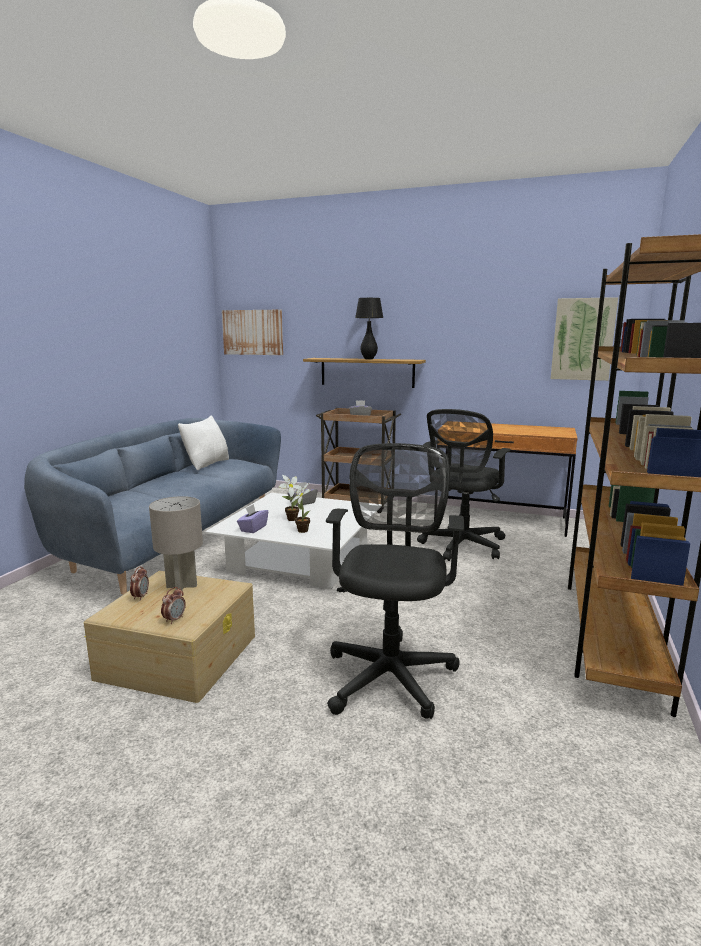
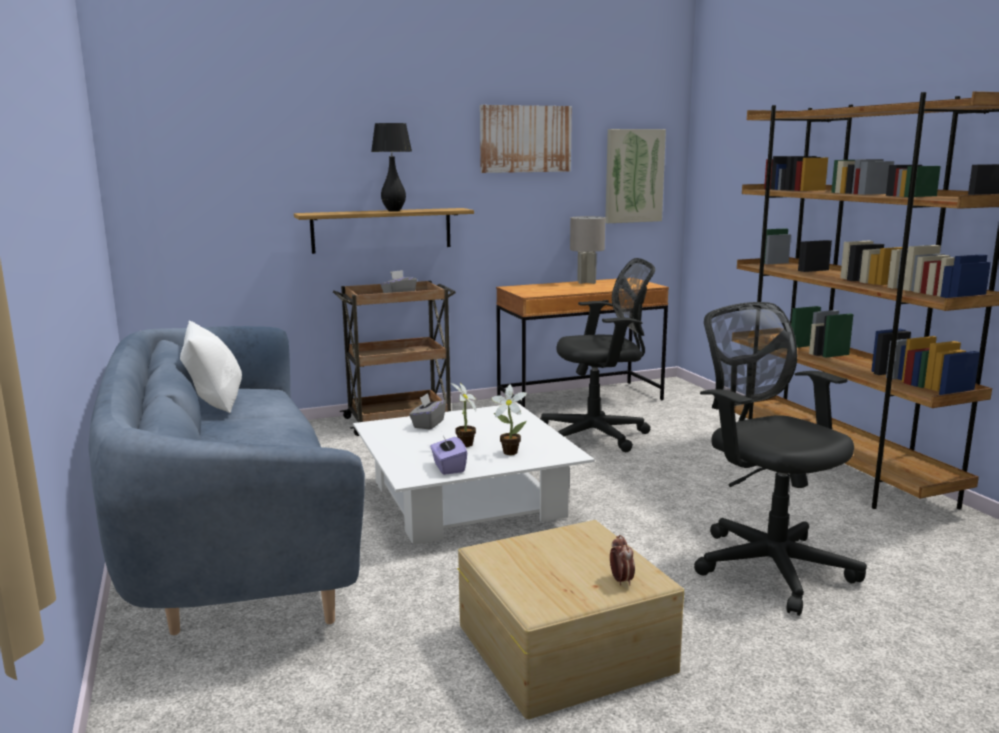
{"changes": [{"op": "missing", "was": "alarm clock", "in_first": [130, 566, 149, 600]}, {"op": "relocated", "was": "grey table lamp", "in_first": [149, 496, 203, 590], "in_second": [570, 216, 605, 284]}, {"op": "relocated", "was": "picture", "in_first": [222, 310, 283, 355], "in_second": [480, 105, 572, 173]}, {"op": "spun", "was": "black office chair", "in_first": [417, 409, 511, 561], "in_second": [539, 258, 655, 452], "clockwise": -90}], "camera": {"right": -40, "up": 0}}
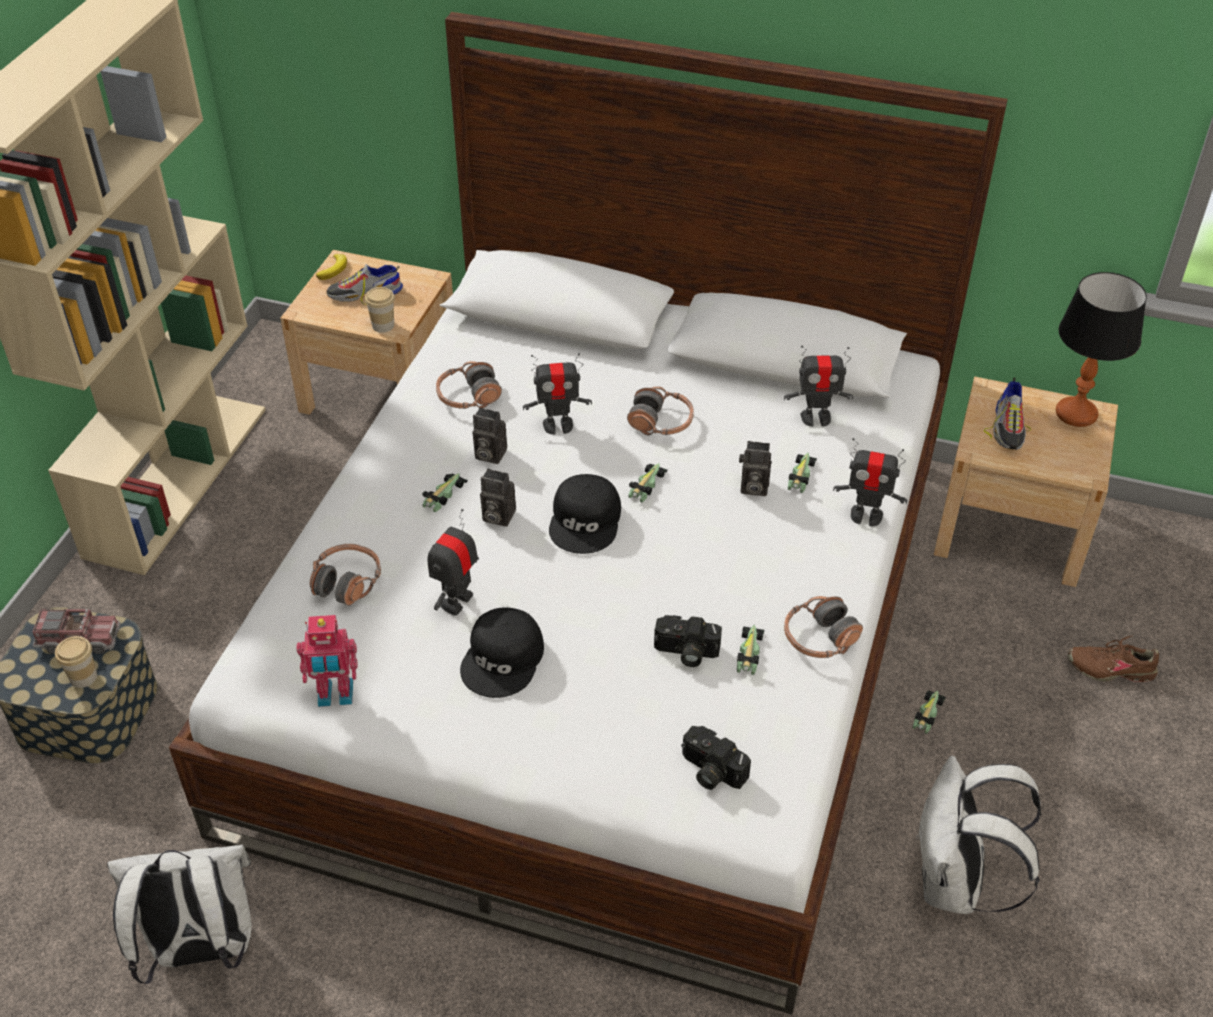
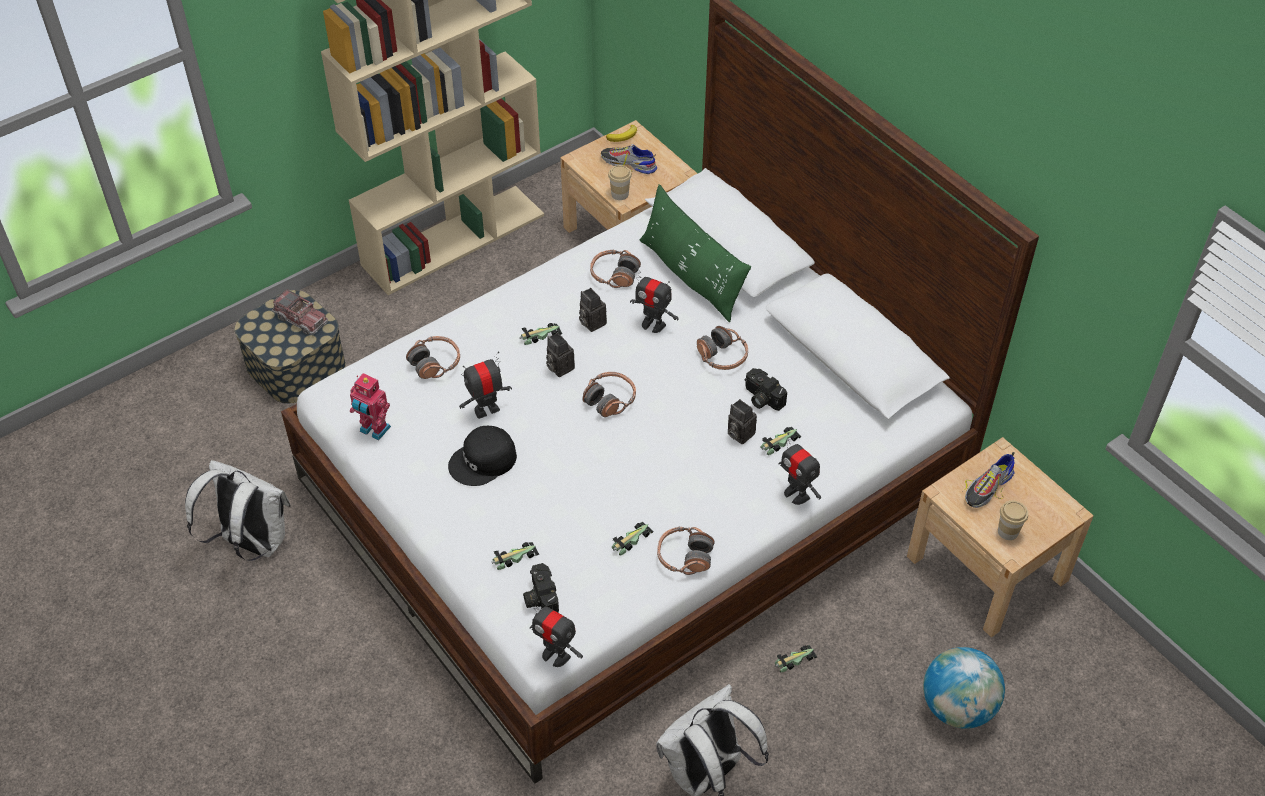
{"changes": [{"op": "missing", "was": "table lamp", "in_first": [1056, 272, 1147, 427]}, {"op": "appeared", "now": "green pillow", "in_second": [640, 184, 751, 323]}, {"op": "relocated", "was": "cup", "in_first": [55, 636, 97, 688], "in_second": [998, 501, 1028, 540]}, {"op": "relocated", "was": "toy car", "in_first": [629, 463, 668, 502], "in_second": [492, 542, 539, 570]}, {"op": "relocated", "was": "photo camera", "in_first": [654, 615, 722, 667], "in_second": [745, 368, 787, 411]}, {"op": "relocated", "was": "toy robot", "in_first": [784, 346, 853, 427], "in_second": [530, 599, 583, 667]}, {"op": "exchanged", "was": "black cap", "now": "headphones", "in_first": [549, 474, 621, 554], "in_second": [582, 372, 636, 417]}, {"op": "exchanged", "was": "brown shoe", "now": "globe", "in_first": [1068, 635, 1159, 682], "in_second": [923, 647, 1005, 729]}], "camera": {"right": 35, "up": 5}}
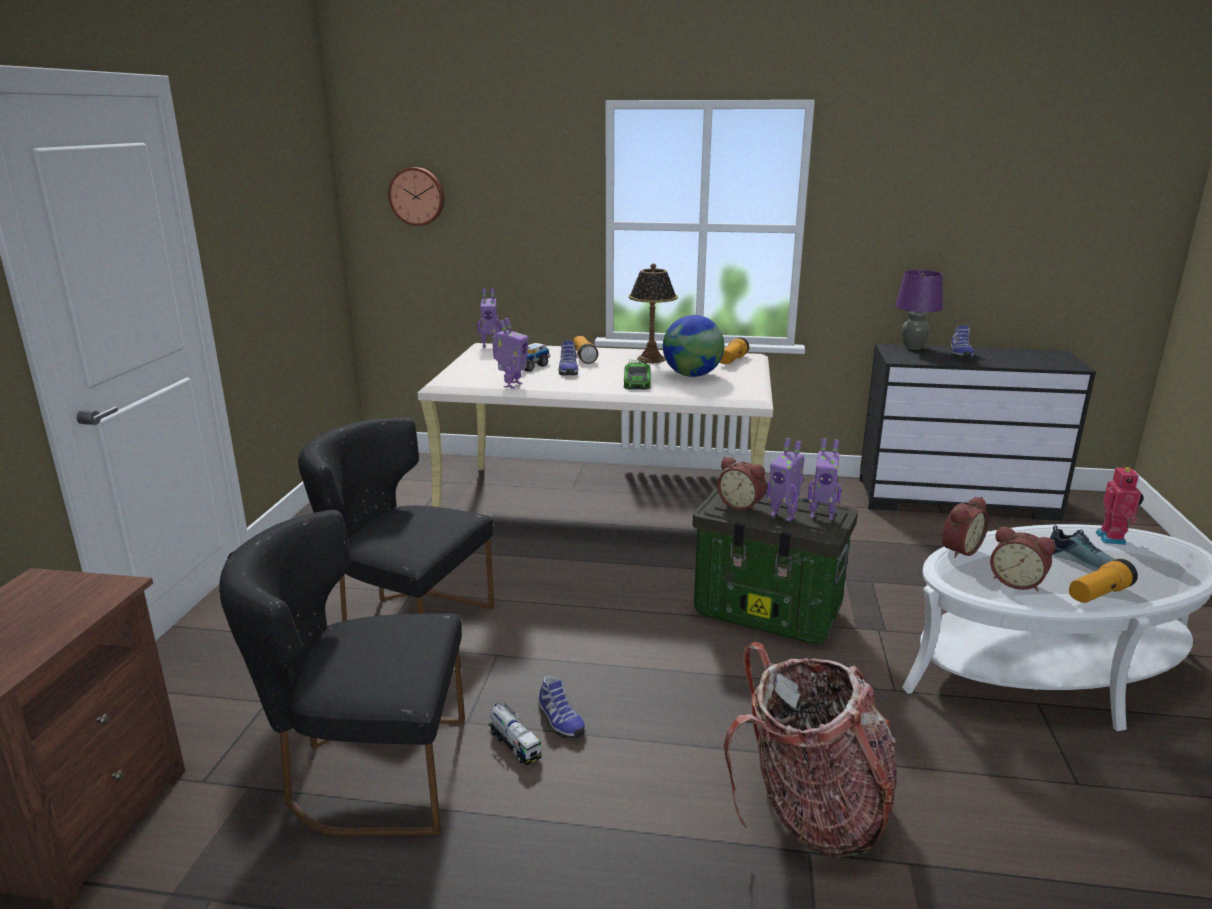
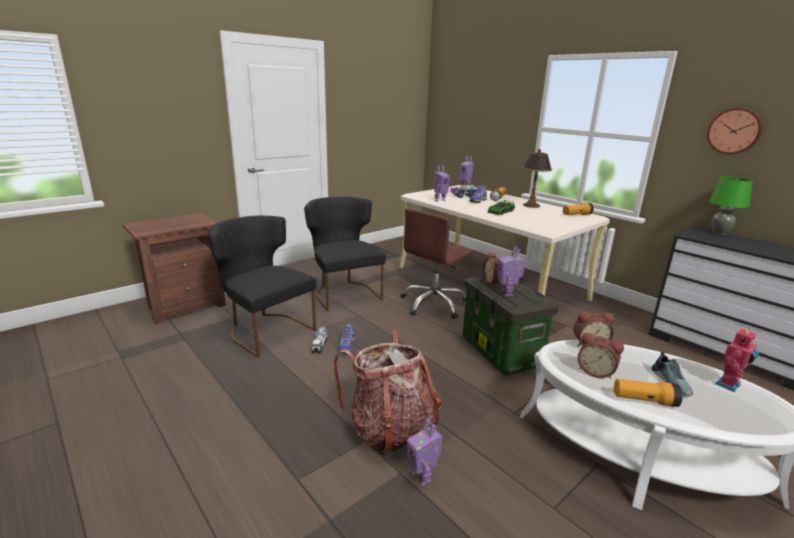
{"changes": [{"op": "missing", "was": "globe", "in_first": [663, 315, 724, 377]}, {"op": "missing", "was": "shoe", "in_first": [951, 325, 974, 359]}, {"op": "appeared", "now": "brown office chair", "in_second": [401, 208, 473, 319]}, {"op": "relocated", "was": "wall clock", "in_first": [388, 167, 444, 226], "in_second": [707, 108, 763, 154]}, {"op": "relocated", "was": "toy robot", "in_first": [808, 438, 841, 520], "in_second": [407, 418, 443, 486]}, {"op": "colour", "was": "purple table lamp", "now": "green table lamp", "in_first": [895, 270, 943, 350], "in_second": [709, 176, 753, 235]}, {"op": "spun", "was": "alarm clock", "in_first": [990, 526, 1056, 592], "in_second": [578, 332, 624, 379], "clockwise": -45}], "camera": {"right": 40, "up": 0}}
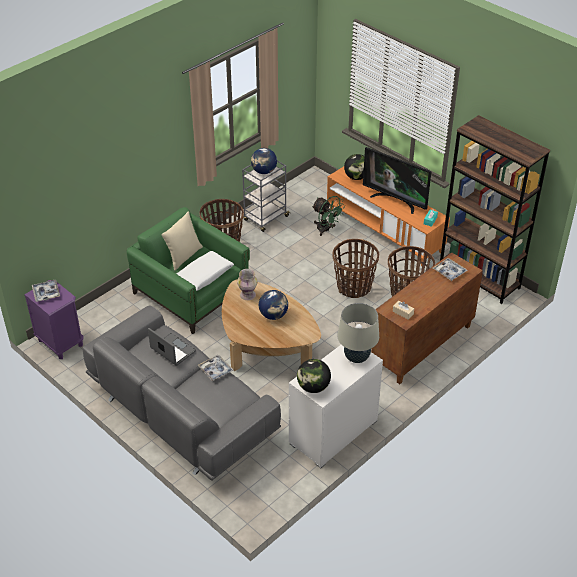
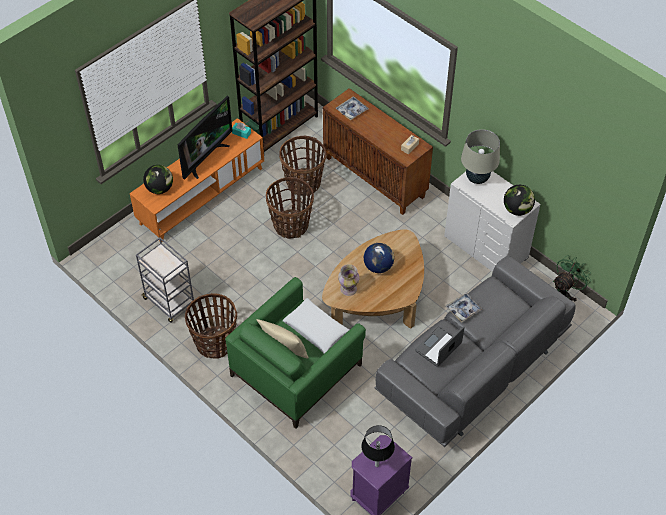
{"changes": [{"op": "missing", "was": "globe", "in_first": [251, 148, 277, 174]}, {"op": "relocated", "was": "green fan", "in_first": [312, 196, 345, 236], "in_second": [553, 255, 591, 301]}, {"op": "exchanged", "was": "tray", "now": "black table lamp", "in_first": [32, 280, 60, 302], "in_second": [361, 425, 395, 467]}], "camera": {"right": -90, "up": 10}}
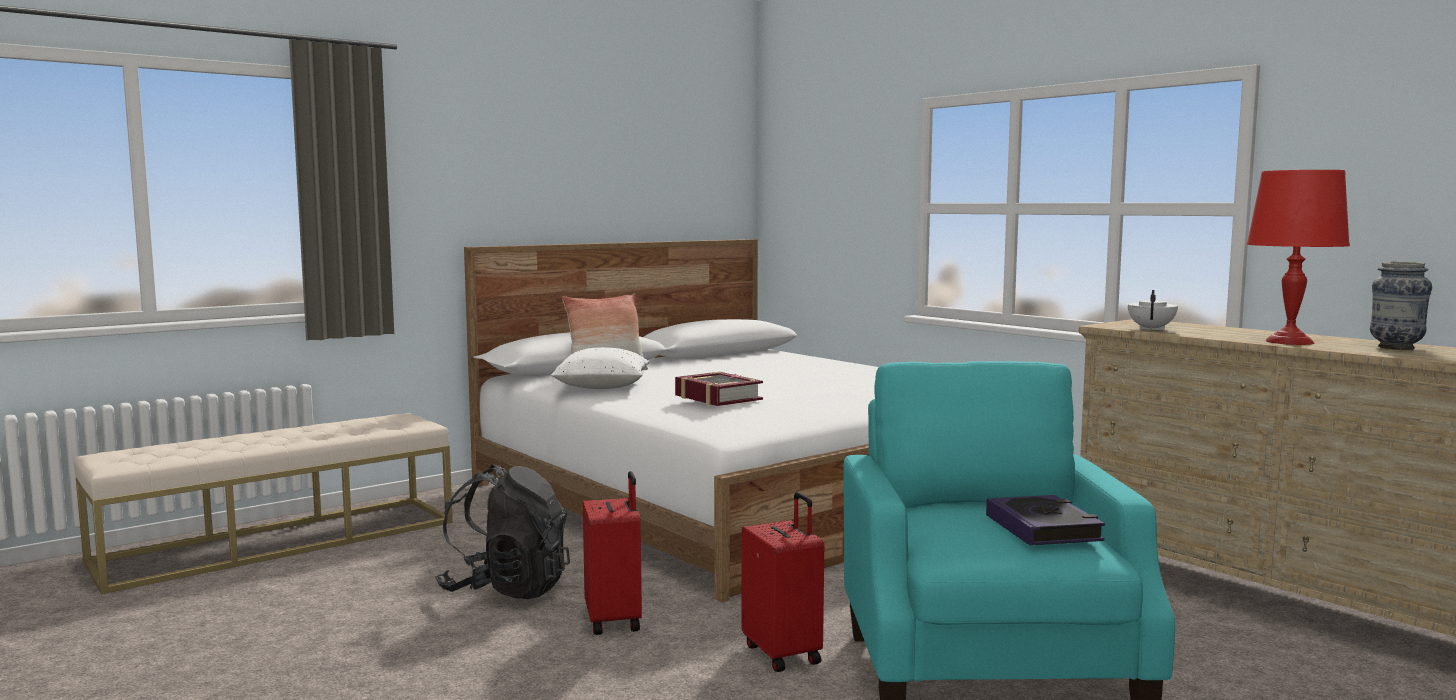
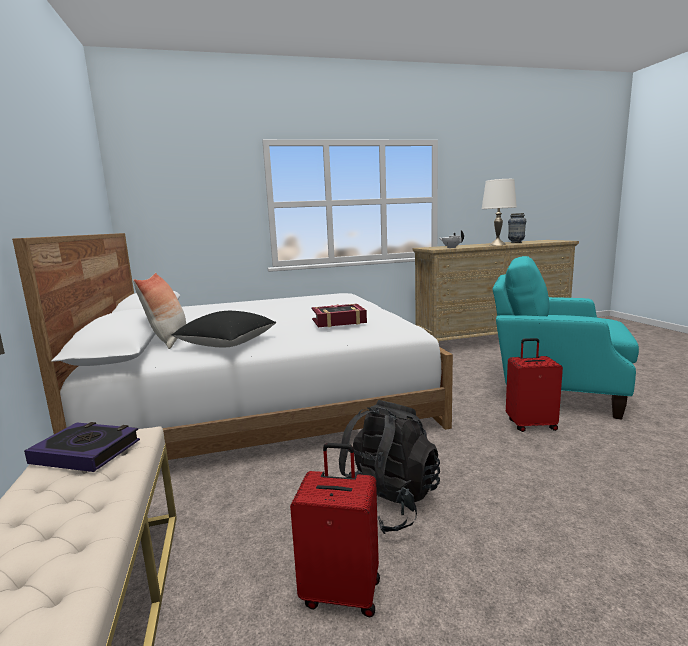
{"changes": [{"op": "relocated", "was": "red suitcase", "in_first": [583, 471, 642, 635], "in_second": [290, 443, 380, 617]}, {"op": "relocated", "was": "book", "in_first": [986, 495, 1105, 545], "in_second": [24, 422, 140, 472]}, {"op": "colour", "was": "white pillow", "now": "black pillow", "in_first": [551, 347, 649, 389], "in_second": [171, 311, 276, 347]}, {"op": "colour", "was": "red table lamp", "now": "white table lamp", "in_first": [1247, 170, 1350, 345], "in_second": [481, 179, 517, 245]}], "camera": {"right": -65, "up": 5}}
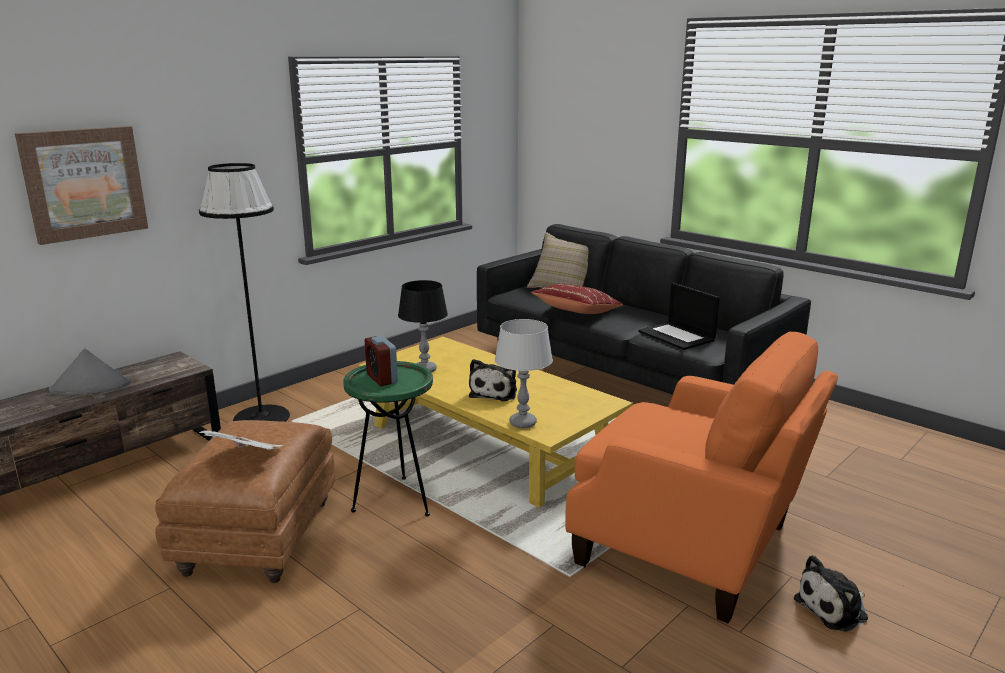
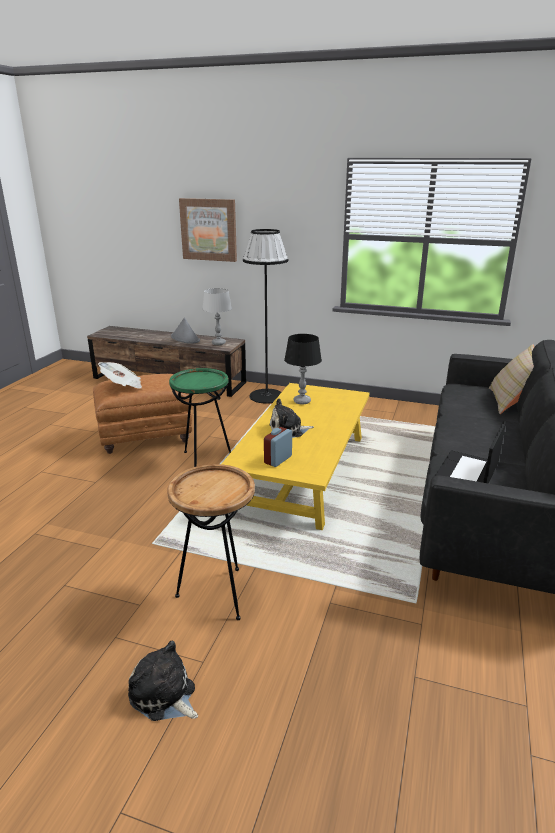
{"changes": [{"op": "missing", "was": "red pillow", "in_first": [531, 284, 624, 314]}, {"op": "relocated", "was": "alarm clock", "in_first": [365, 335, 398, 386], "in_second": [264, 427, 292, 467]}, {"op": "relocated", "was": "grey table lamp", "in_first": [495, 319, 553, 428], "in_second": [202, 288, 232, 345]}, {"op": "exchanged", "was": "orange armchair", "now": "brown side table", "in_first": [565, 331, 838, 624], "in_second": [167, 464, 255, 620]}], "camera": {"right": 65, "up": 5}}
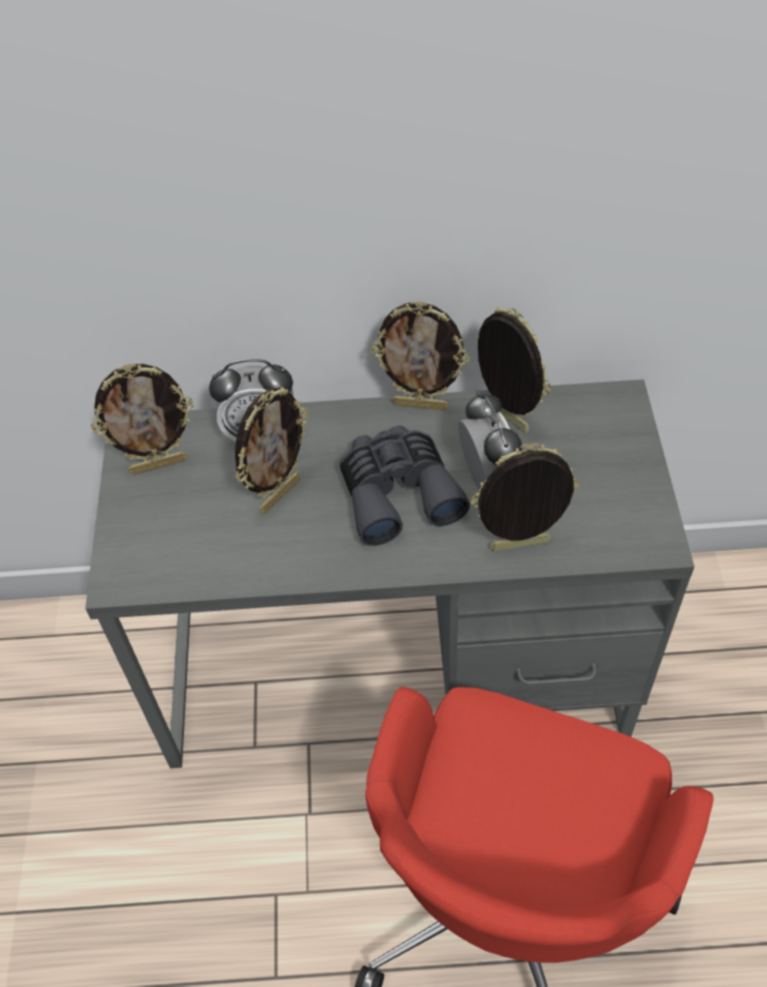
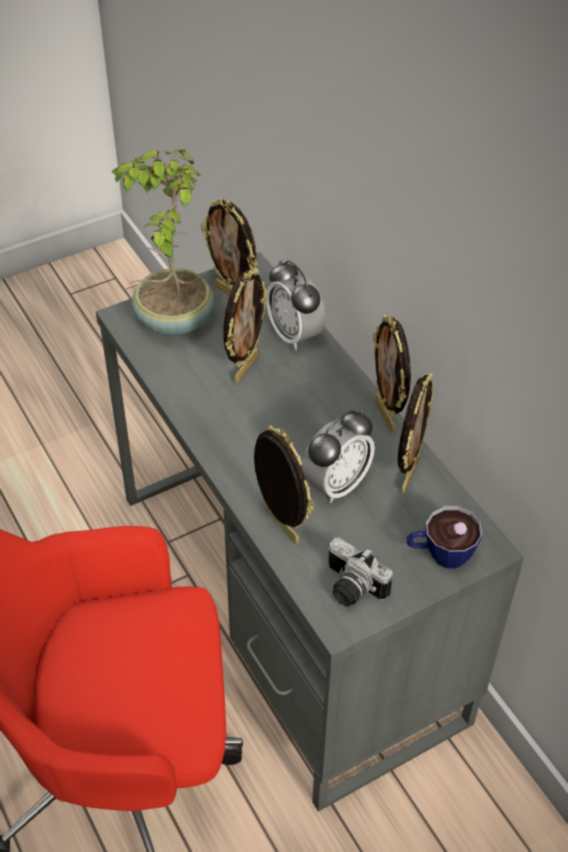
{"changes": [{"op": "missing", "was": "grey binoculars", "in_first": [340, 425, 470, 546]}, {"op": "appeared", "now": "potted plant", "in_second": [112, 149, 214, 336]}, {"op": "appeared", "now": "photo camera", "in_second": [328, 537, 393, 607]}, {"op": "appeared", "now": "cup", "in_second": [406, 506, 483, 568]}, {"op": "spun", "was": "picture frame", "in_first": [235, 387, 309, 514], "in_second": [223, 268, 268, 382], "clockwise": -75}], "camera": {"right": 60, "up": -5}}
